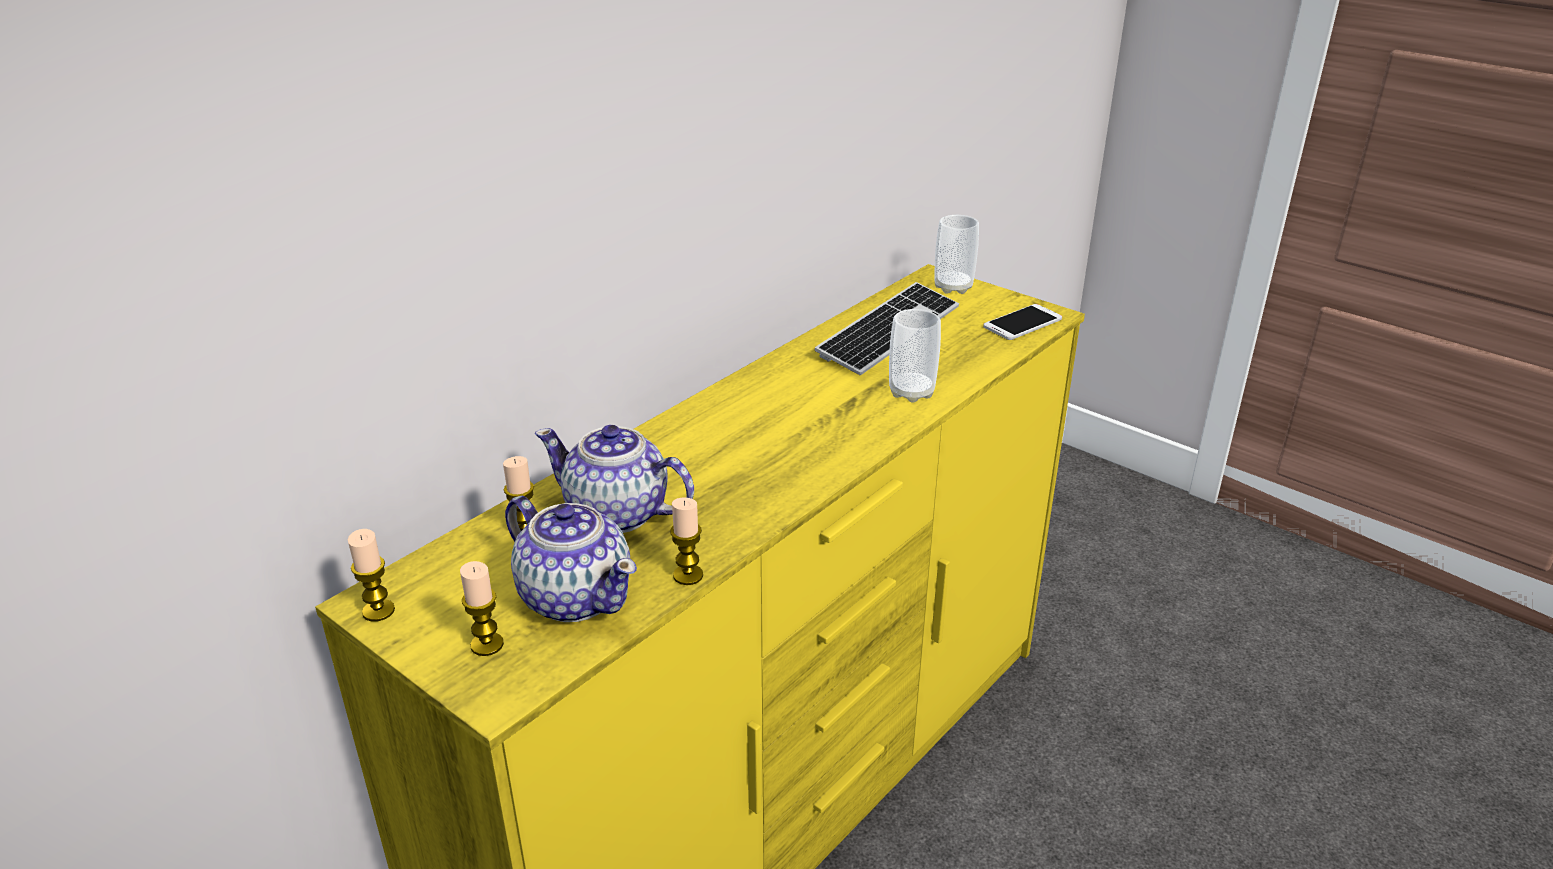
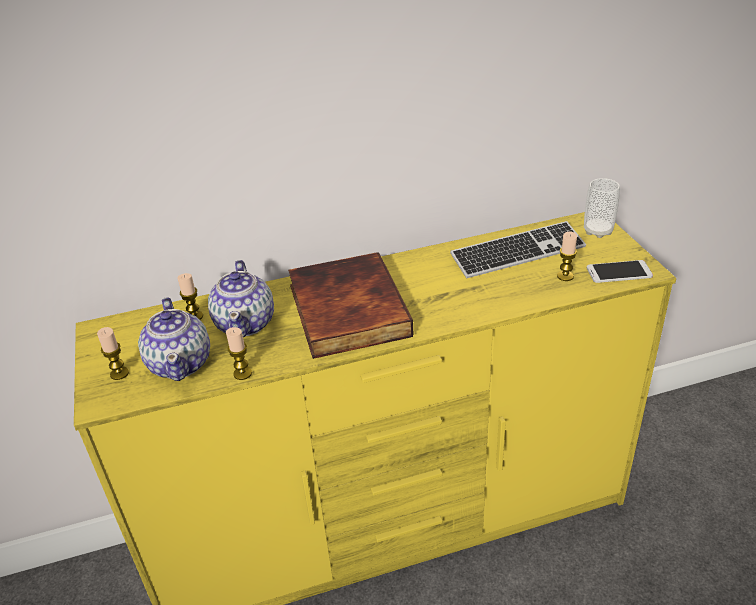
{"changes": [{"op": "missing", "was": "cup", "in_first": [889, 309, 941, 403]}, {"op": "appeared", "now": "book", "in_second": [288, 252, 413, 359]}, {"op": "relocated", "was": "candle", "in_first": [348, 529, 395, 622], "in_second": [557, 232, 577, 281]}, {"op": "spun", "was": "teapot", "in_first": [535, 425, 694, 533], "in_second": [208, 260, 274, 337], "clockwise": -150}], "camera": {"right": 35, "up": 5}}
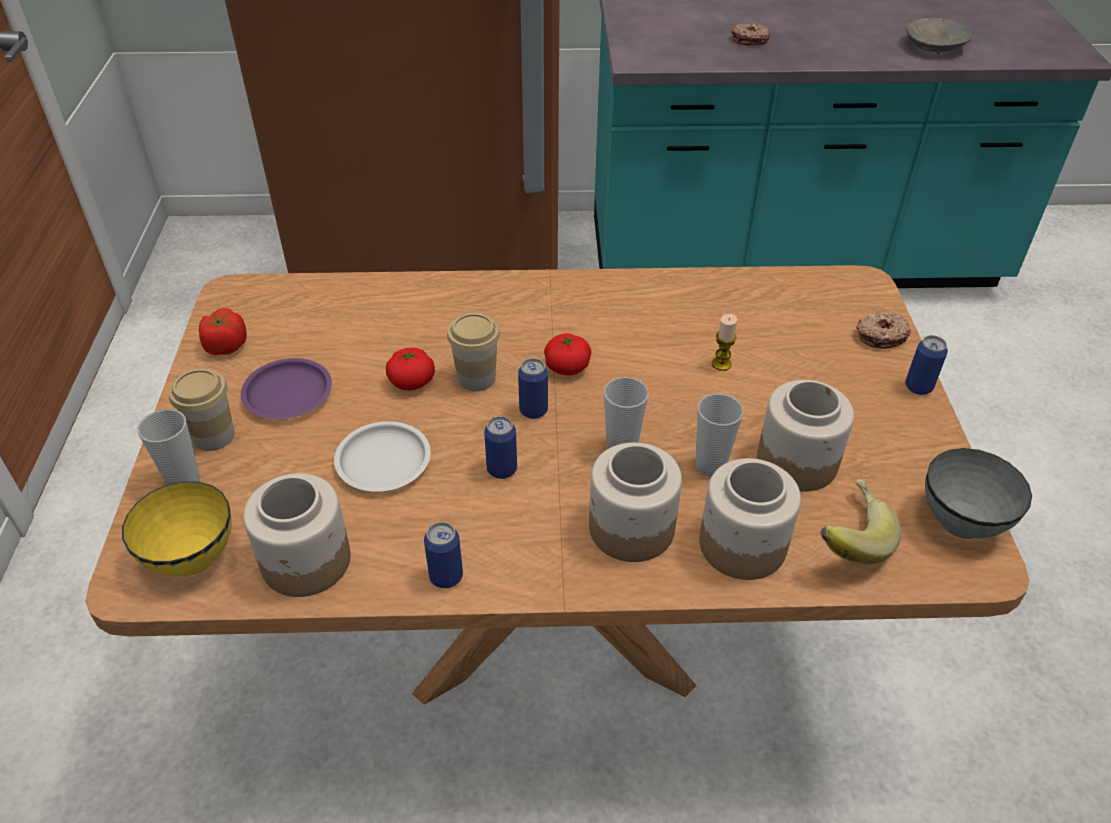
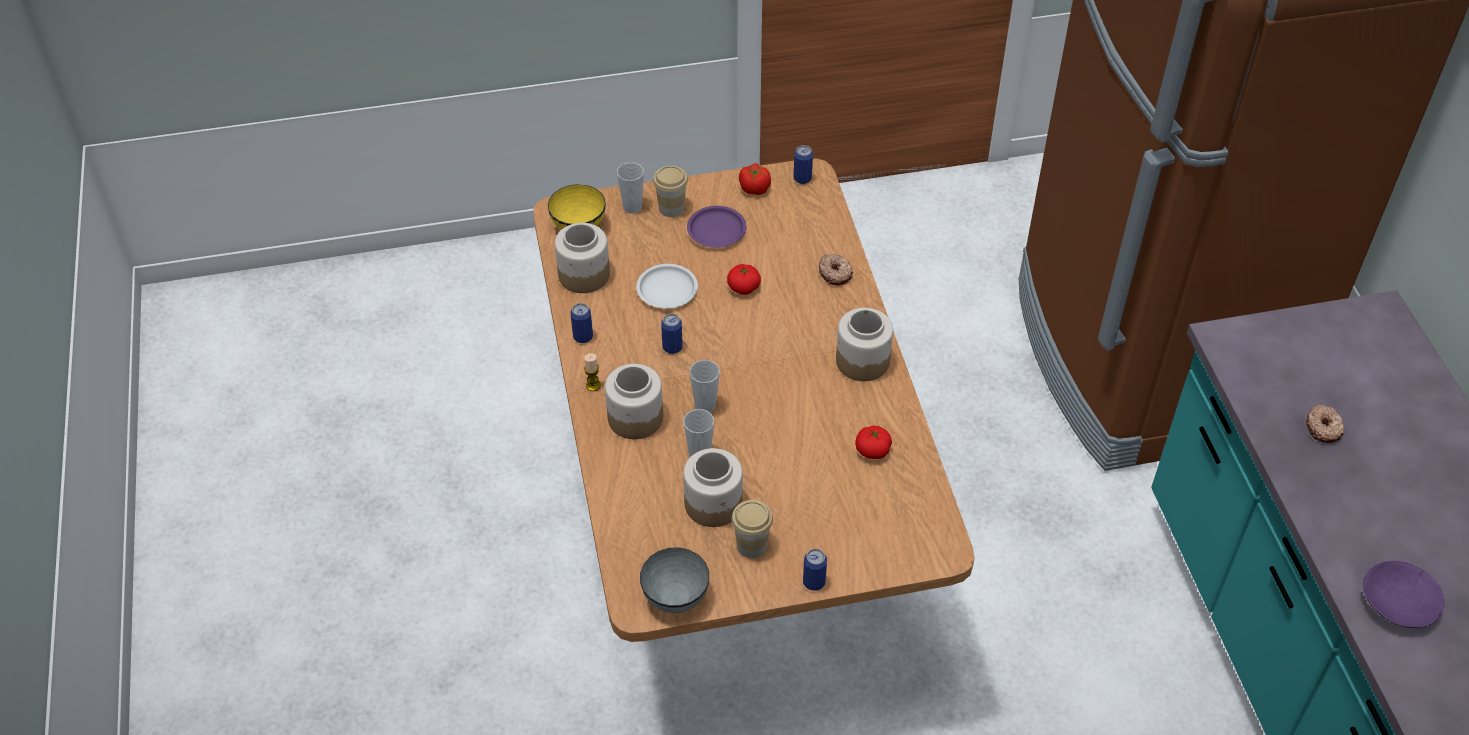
{"changes": [{"op": "missing", "was": "banana", "in_first": [820, 479, 901, 564]}, {"op": "relocated", "was": "cup", "in_first": [447, 313, 500, 391], "in_second": [732, 500, 773, 558]}, {"op": "relocated", "was": "can", "in_first": [518, 358, 548, 419], "in_second": [794, 145, 813, 184]}, {"op": "relocated", "was": "tomato", "in_first": [544, 333, 591, 376], "in_second": [855, 425, 892, 459]}, {"op": "relocated", "was": "jar", "in_first": [699, 458, 801, 580], "in_second": [836, 308, 893, 381]}, {"op": "relocated", "was": "candle", "in_first": [712, 314, 737, 371], "in_second": [584, 353, 601, 391]}, {"op": "relocated", "was": "donut", "in_first": [856, 312, 911, 349], "in_second": [819, 254, 853, 285]}, {"op": "colour", "was": "grey bowl", "now": "purple bowl", "in_first": [906, 18, 973, 54], "in_second": [1362, 561, 1445, 628]}], "camera": {"right": 80, "up": 5}}
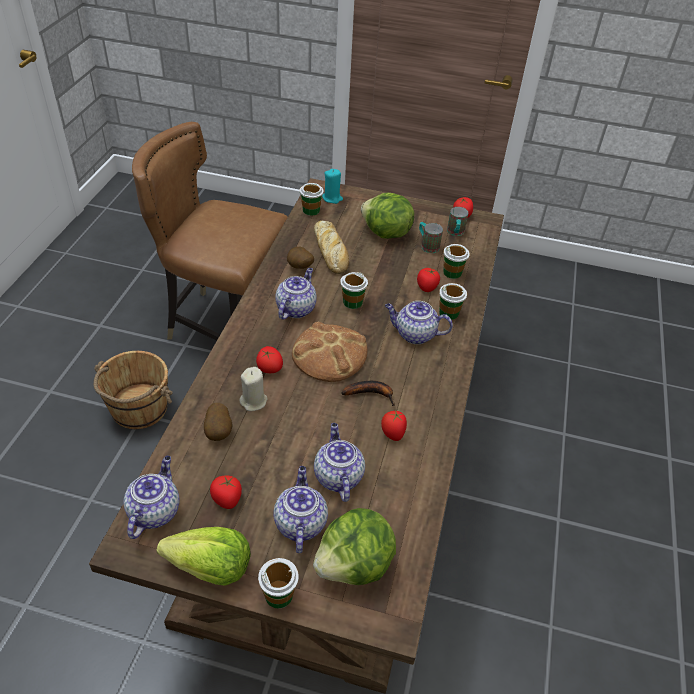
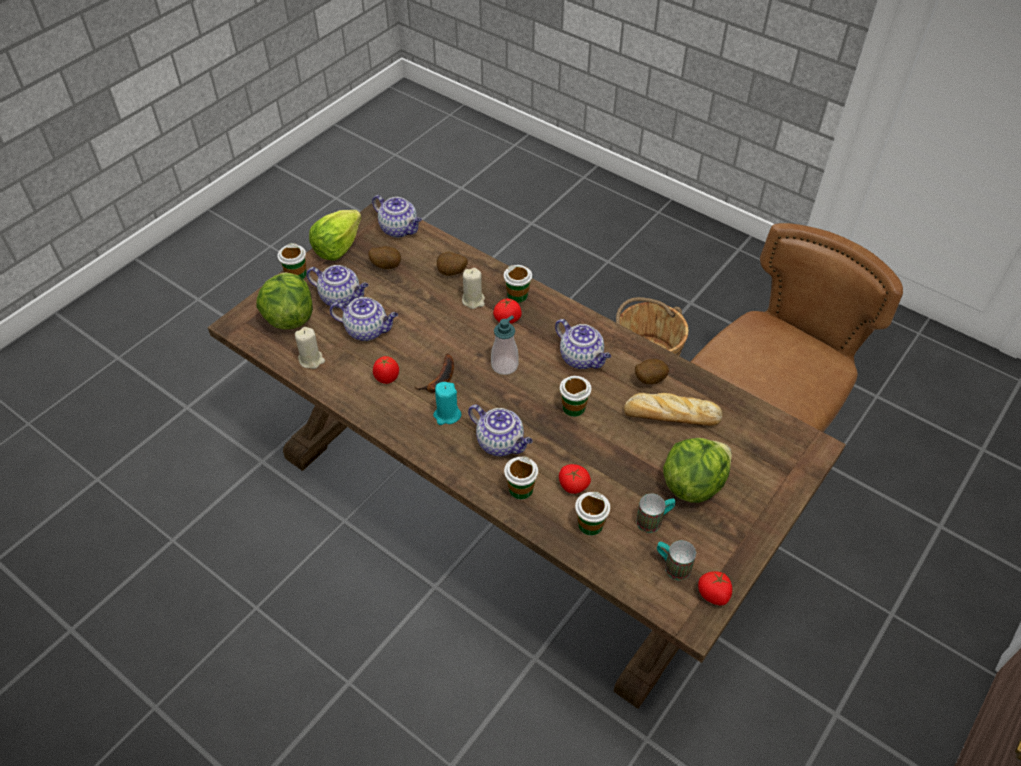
{"changes": [{"op": "appeared", "now": "beige candle", "in_second": [295, 327, 325, 369]}, {"op": "relocated", "was": "cup", "in_first": [300, 183, 324, 216], "in_second": [504, 265, 532, 303]}, {"op": "relocated", "was": "turquoise candle", "in_first": [322, 169, 343, 204], "in_second": [433, 382, 462, 425]}, {"op": "exchanged", "was": "tomato", "now": "potato", "in_first": [210, 475, 242, 509], "in_second": [368, 246, 401, 269]}, {"op": "exchanged", "was": "bread", "now": "soap dispenser", "in_first": [292, 322, 368, 382], "in_second": [491, 315, 519, 375]}, {"op": "spun", "was": "teapot", "in_first": [385, 301, 453, 344], "in_second": [468, 405, 533, 456], "clockwise": 90}], "camera": {"right": 115, "up": 5}}
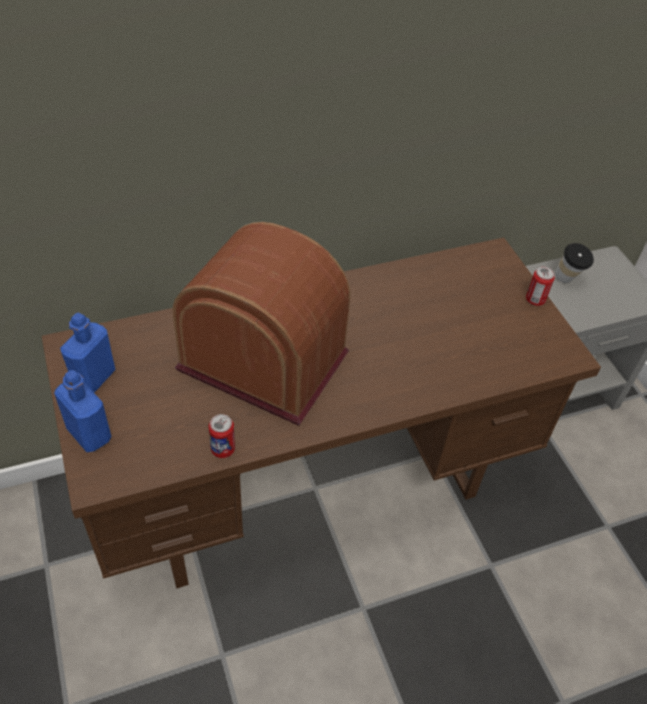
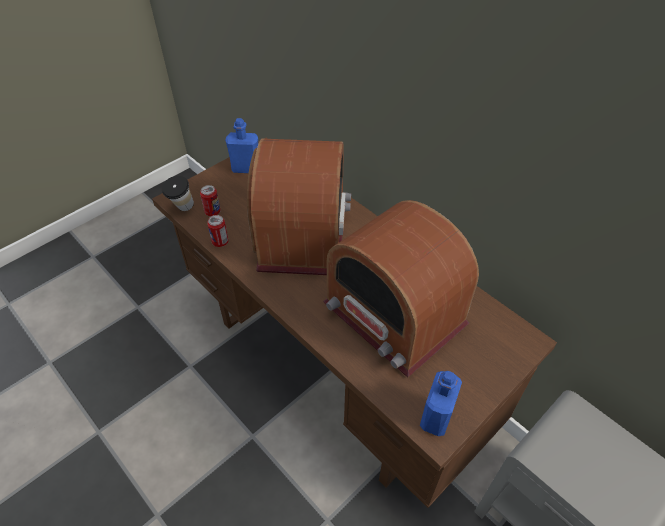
{"changes": [{"op": "appeared", "now": "radio", "in_second": [323, 200, 479, 378]}, {"op": "relocated", "was": "blue bottle", "in_first": [54, 370, 112, 452], "in_second": [420, 371, 462, 436]}, {"op": "relocated", "was": "can", "in_first": [526, 267, 555, 306], "in_second": [200, 185, 221, 216]}, {"op": "relocated", "was": "cup", "in_first": [555, 243, 594, 283], "in_second": [162, 176, 194, 211]}], "camera": {"right": 70, "up": 0}}
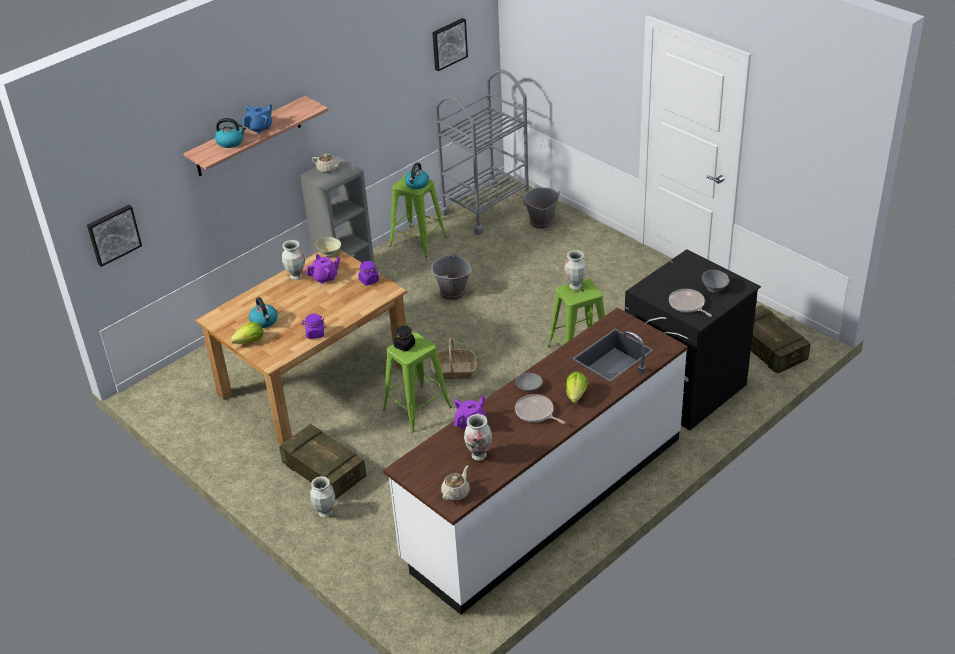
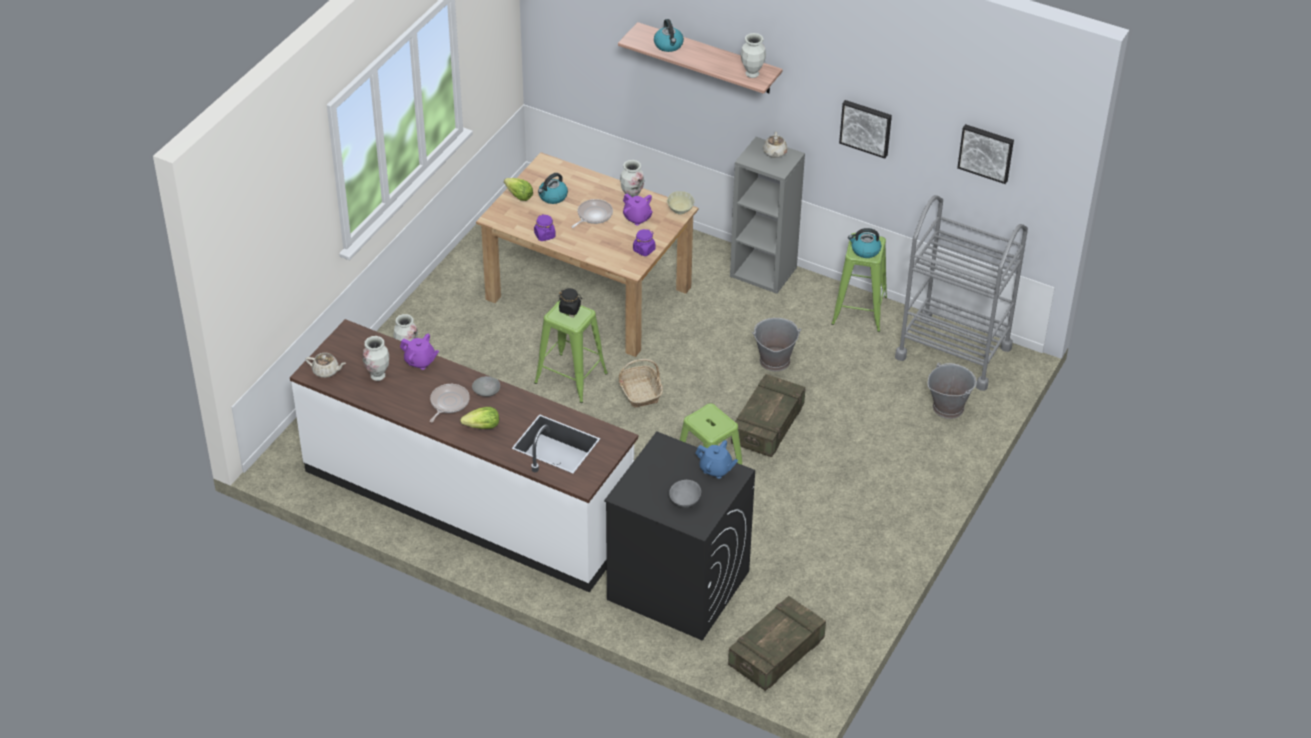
{"changes": [{"op": "relocated", "was": "picture", "in_first": [87, 205, 142, 267], "in_second": [839, 100, 892, 159]}, {"op": "relocated", "was": "blue teapot", "in_first": [242, 104, 272, 134], "in_second": [695, 440, 738, 478]}, {"op": "relocated", "was": "crate", "in_first": [279, 424, 366, 499], "in_second": [731, 374, 805, 457]}, {"op": "relocated", "was": "vase", "in_first": [564, 250, 587, 290], "in_second": [741, 33, 766, 78]}, {"op": "relocated", "was": "frying pan", "in_first": [669, 289, 712, 317], "in_second": [572, 199, 613, 228]}], "camera": {"right": 70, "up": 5}}
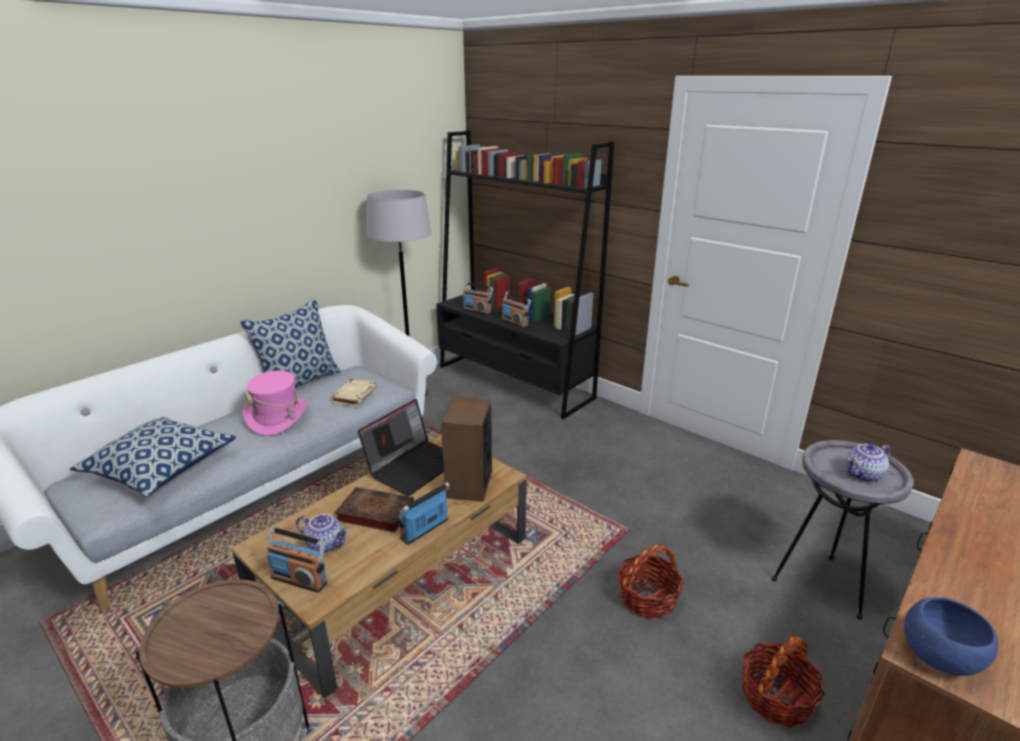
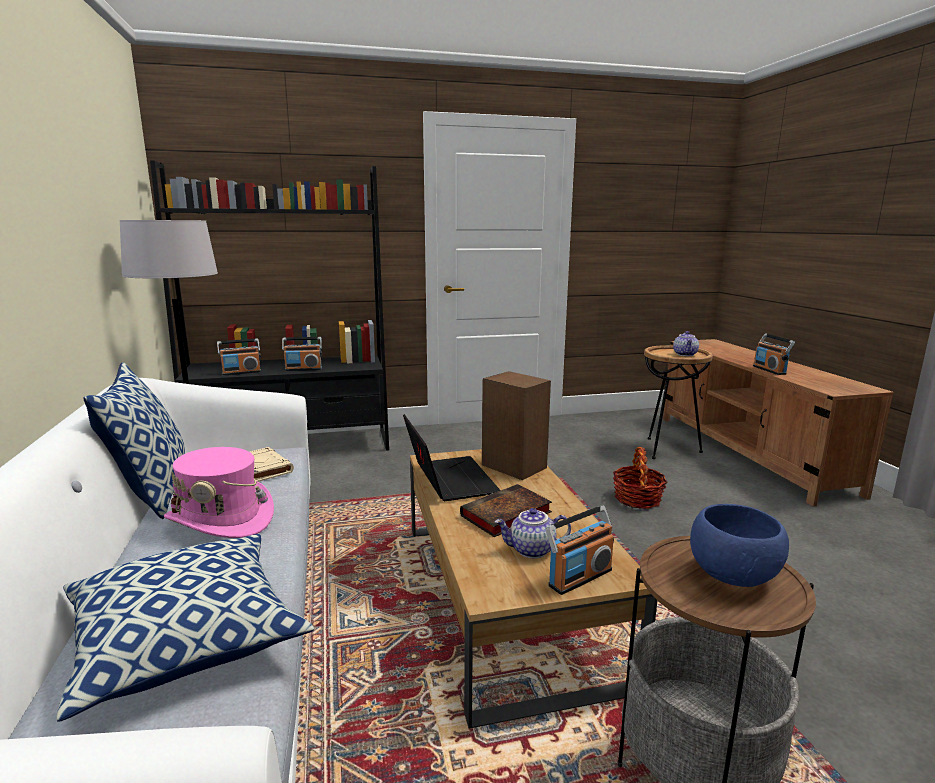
{"changes": [{"op": "missing", "was": "basket", "in_first": [742, 636, 825, 728]}, {"op": "relocated", "was": "radio", "in_first": [398, 482, 450, 545], "in_second": [753, 333, 795, 375]}, {"op": "relocated", "was": "blue bowl", "in_first": [904, 597, 998, 676], "in_second": [690, 504, 789, 587]}, {"op": "colour", "was": "grey side table", "now": "brown side table", "in_first": [772, 440, 914, 619], "in_second": [644, 345, 713, 459]}, {"op": "spun", "was": "teapot", "in_first": [296, 514, 349, 553], "in_second": [494, 508, 571, 558], "clockwise": -150}], "camera": {"right": -55, "up": -10}}
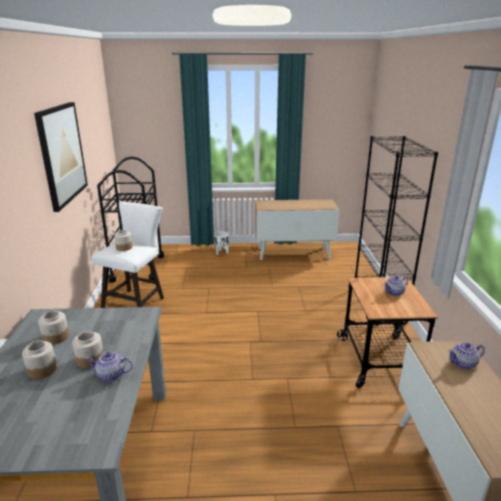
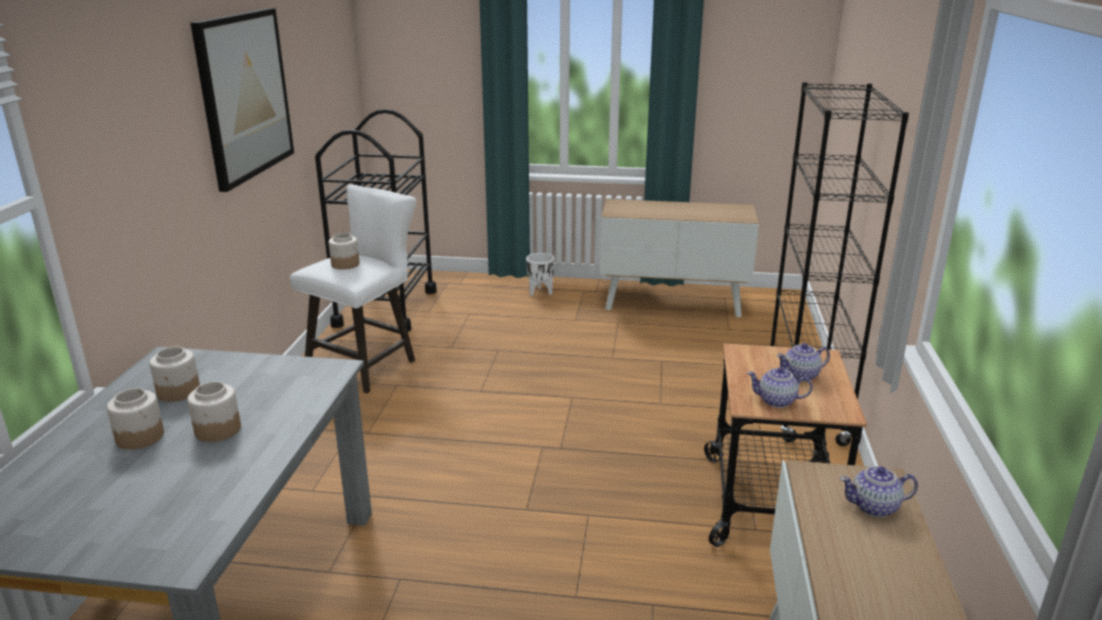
{"changes": [{"op": "relocated", "was": "teapot", "in_first": [85, 352, 133, 381], "in_second": [747, 367, 813, 408]}], "camera": {"right": 10, "up": 0}}
